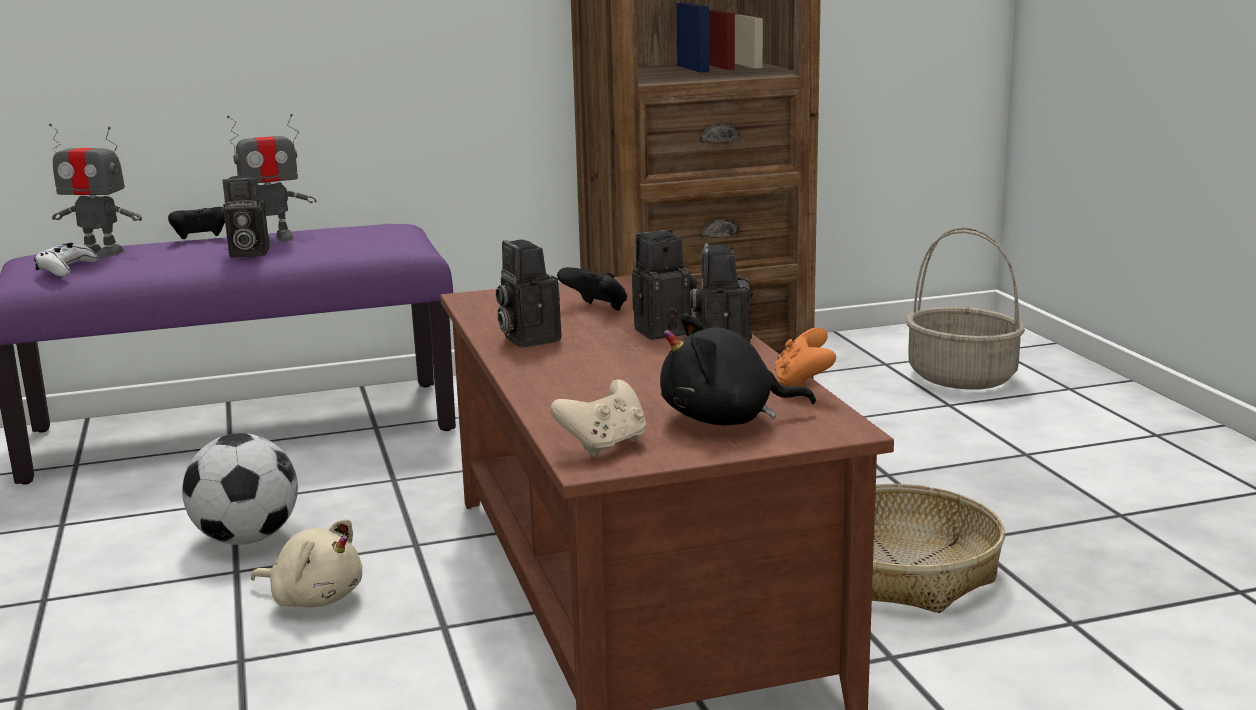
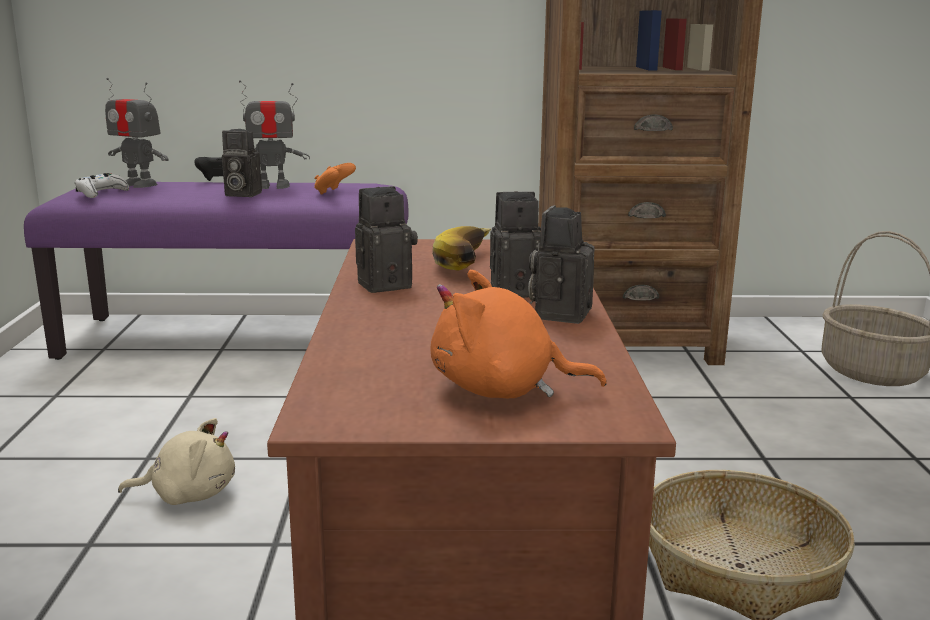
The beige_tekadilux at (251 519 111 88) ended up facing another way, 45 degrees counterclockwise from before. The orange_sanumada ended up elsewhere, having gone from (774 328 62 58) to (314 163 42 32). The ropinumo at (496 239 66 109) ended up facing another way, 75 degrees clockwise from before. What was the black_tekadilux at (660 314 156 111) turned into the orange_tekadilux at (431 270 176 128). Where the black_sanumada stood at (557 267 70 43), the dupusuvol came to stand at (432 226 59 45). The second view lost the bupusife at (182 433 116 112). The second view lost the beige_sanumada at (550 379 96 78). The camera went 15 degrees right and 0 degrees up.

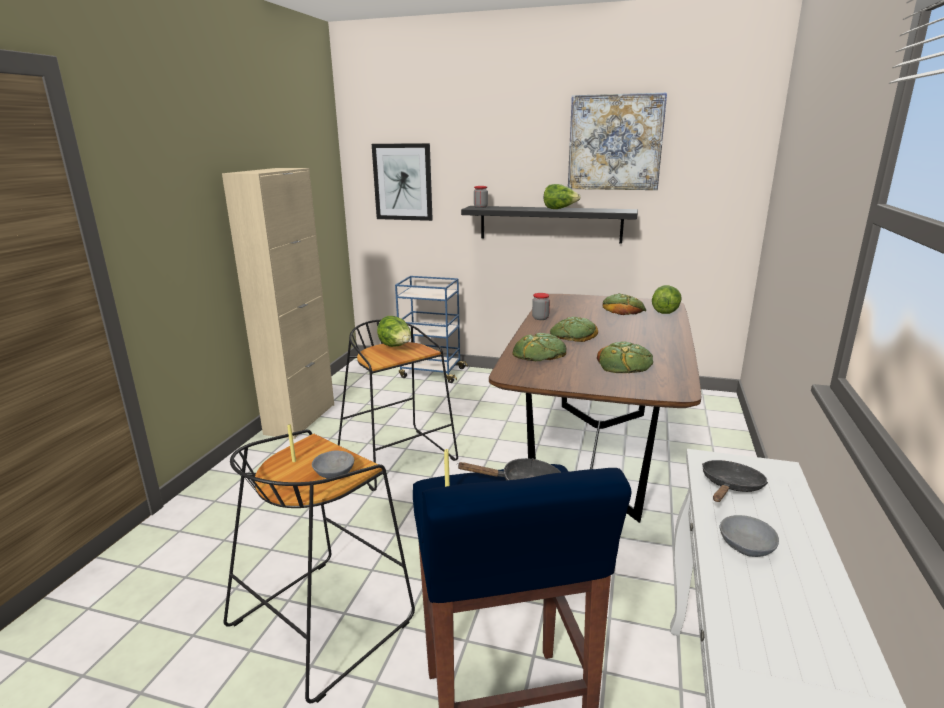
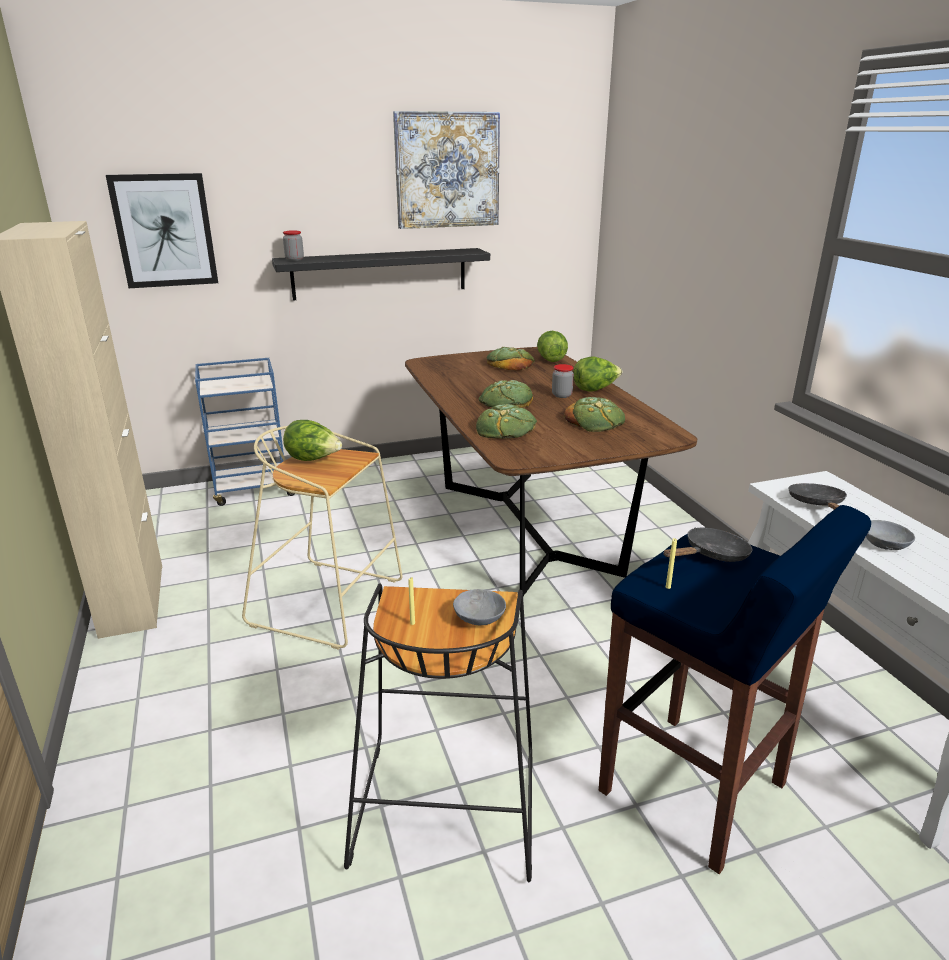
What was the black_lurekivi at (338 320 120 171) turned into the beige_lurekivi at (242 426 161 224). The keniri ended up elsewhere, having gone from (532 293 18 27) to (552 364 22 34). The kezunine ended up elsewhere, having gone from (544 184 37 25) to (573 356 49 36). The camera went 35 degrees left and 5 degrees up.

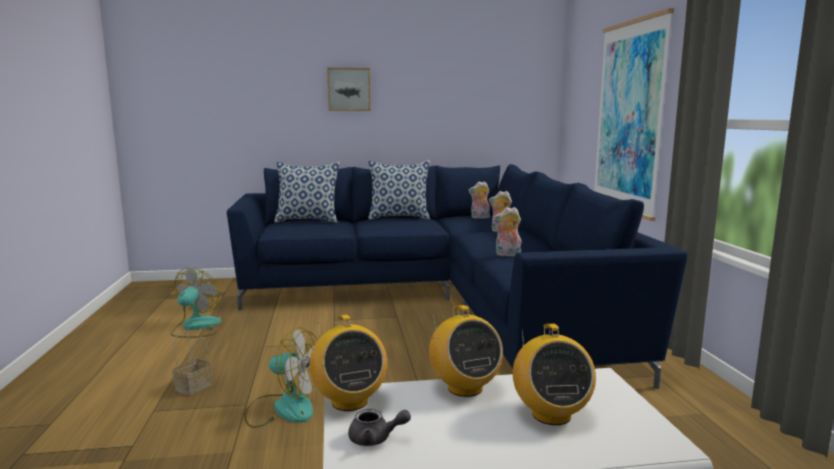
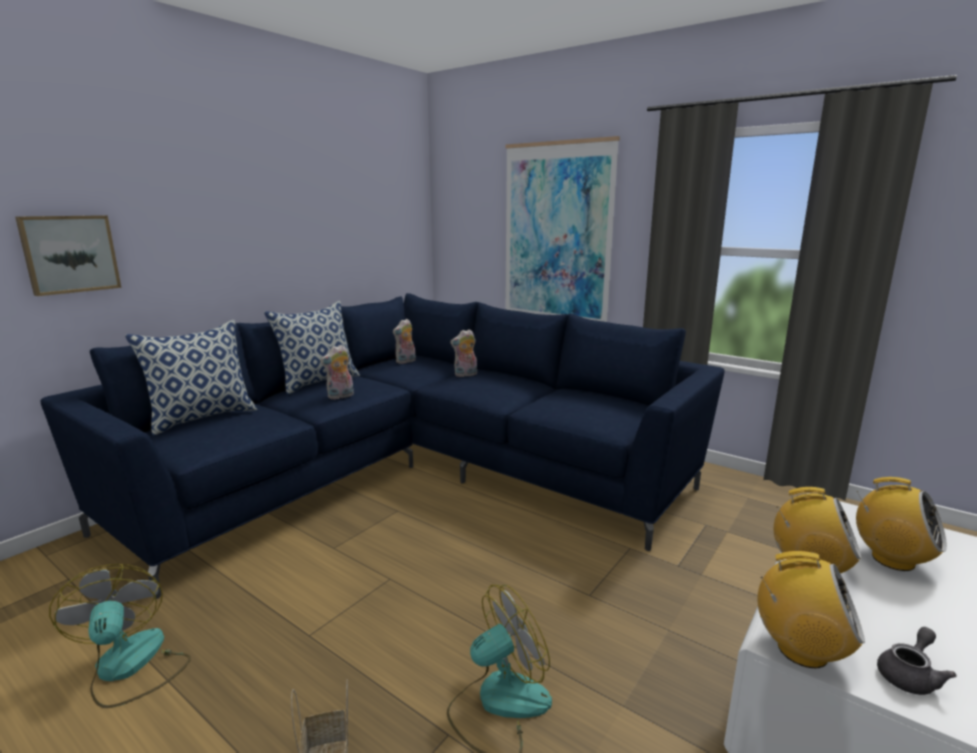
The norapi ended up elsewhere, having gone from (327 68 43 43) to (15 215 106 81). The tekadilux ended up elsewhere, having gone from (493 207 28 49) to (320 345 34 54). The camera went 45 degrees left and 5 degrees up.

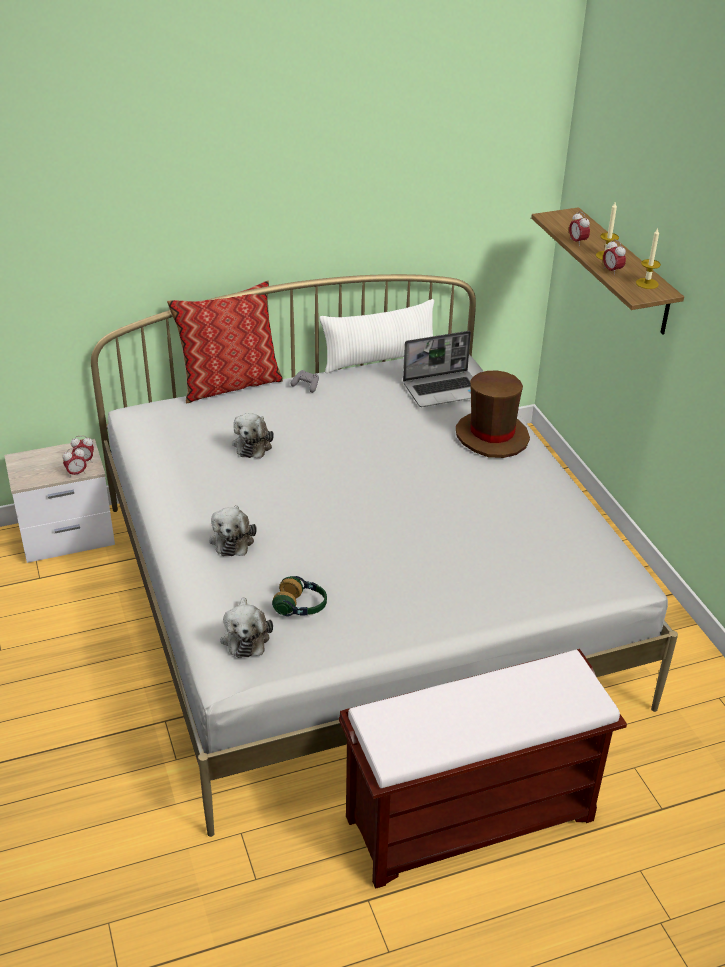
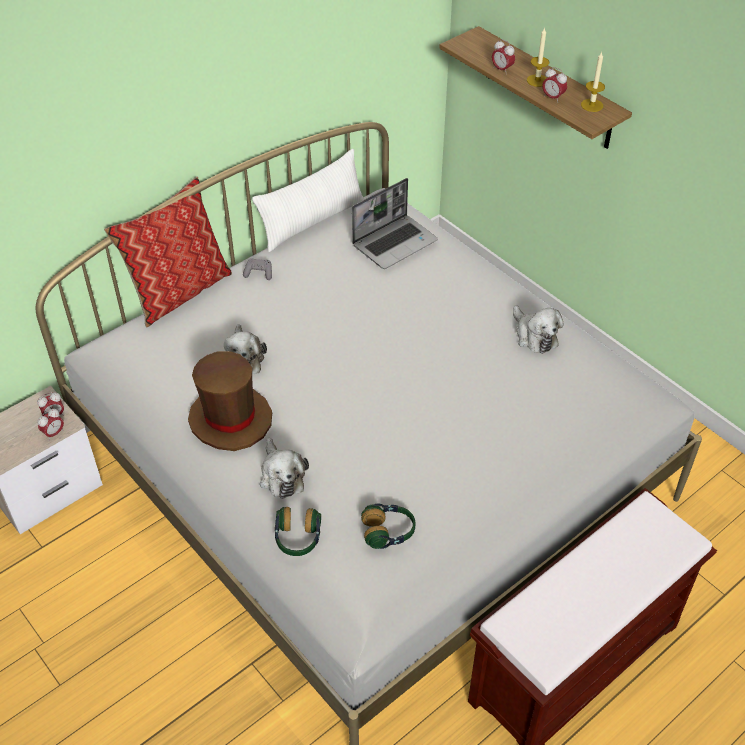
The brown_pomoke ended up elsewhere, having gone from (456 370 74 88) to (188 351 84 100). The second view gained the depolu at (275 507 46 49). The tekadilux ended up elsewhere, having gone from (220 597 53 61) to (513 305 50 49). The camera went 20 degrees left and 10 degrees up.

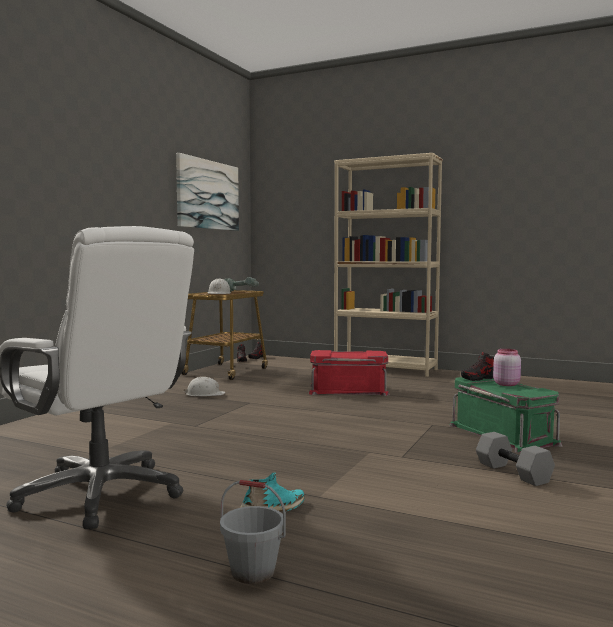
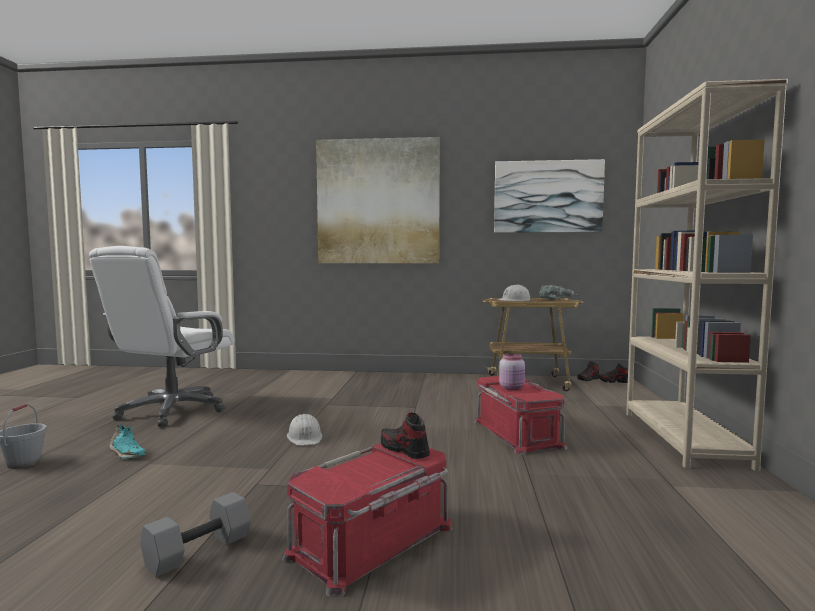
What was the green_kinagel at (449 377 113 76) turned into the red_kinagel at (282 443 171 154). The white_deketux ended up elsewhere, having gone from (184 377 41 19) to (287 414 35 32). The second view gained the norapi at (316 137 124 126). The pink_keniri ended up elsewhere, having gone from (493 349 28 37) to (499 353 26 37). The camera went 70 degrees right and 0 degrees up.

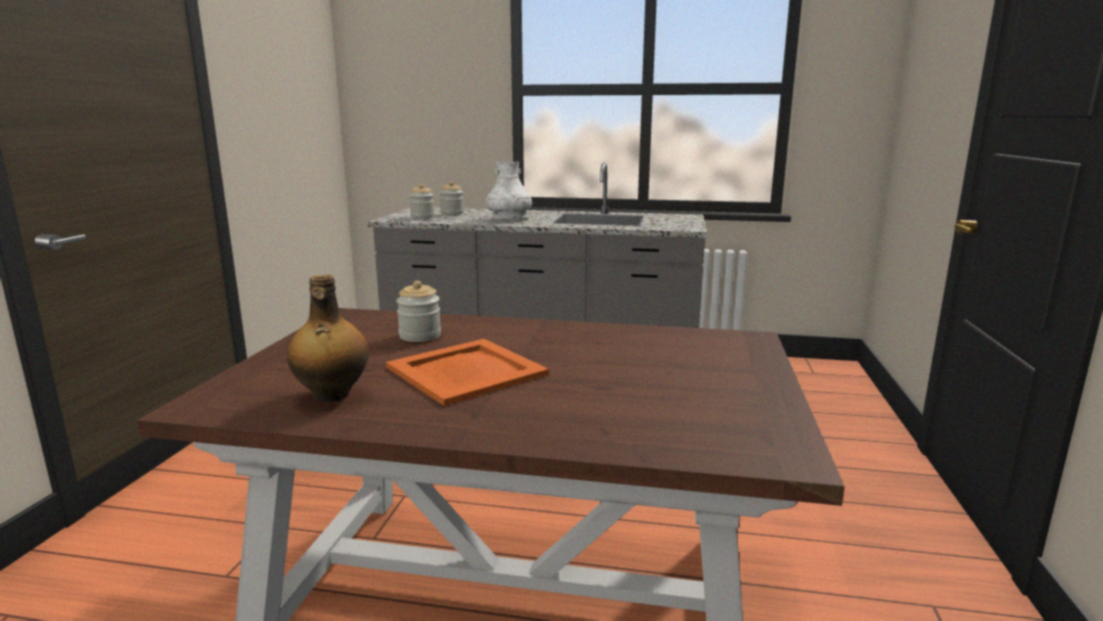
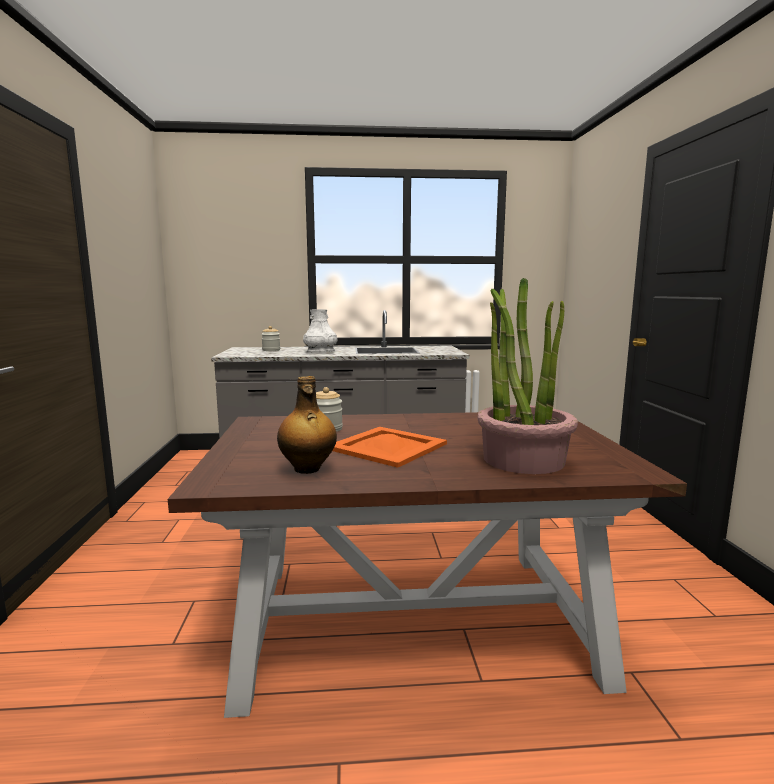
The second view gained the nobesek at (477 278 101 196). The second view lost the keniri at (409 184 26 35). The camera went 15 degrees left and 5 degrees down.

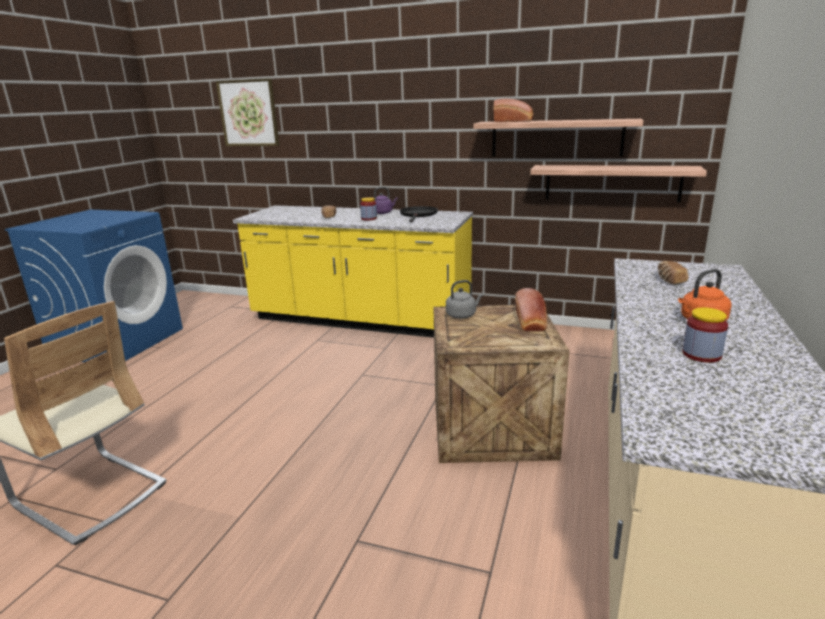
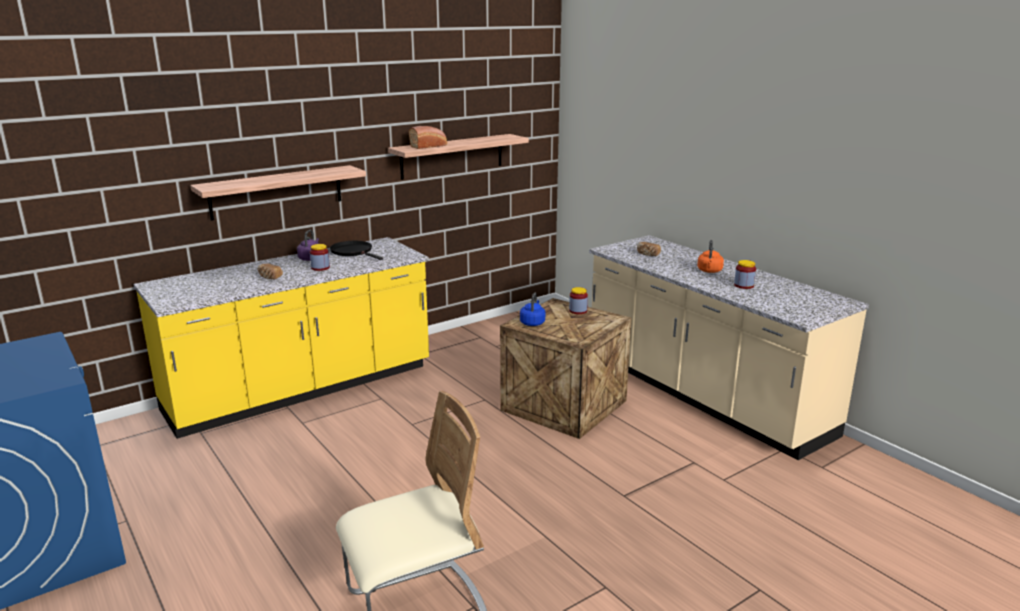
The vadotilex ended up elsewhere, having gone from (530 165 177 37) to (190 165 176 56). What was the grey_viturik at (446 280 37 39) turned into the blue_viturik at (520 293 25 33). Where the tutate stood at (515 288 32 44), the keniri came to stand at (569 287 19 27). The second view lost the norapi at (216 79 63 67). The camera went 55 degrees left and 0 degrees up.

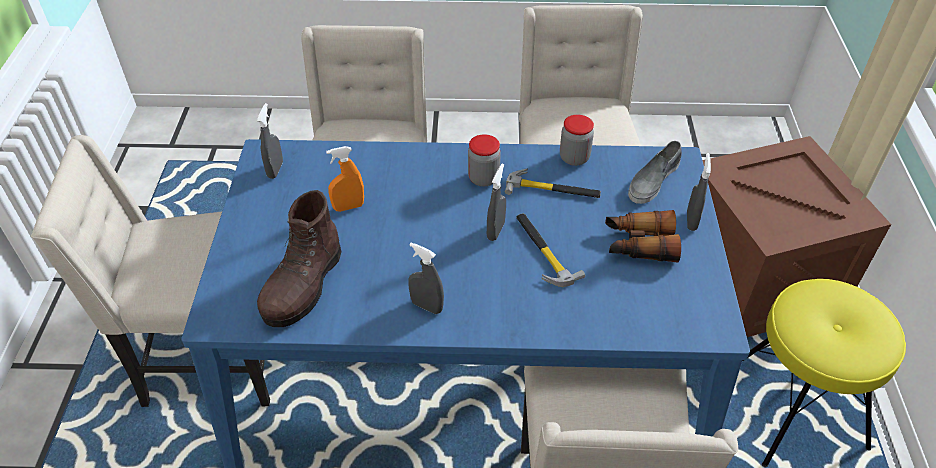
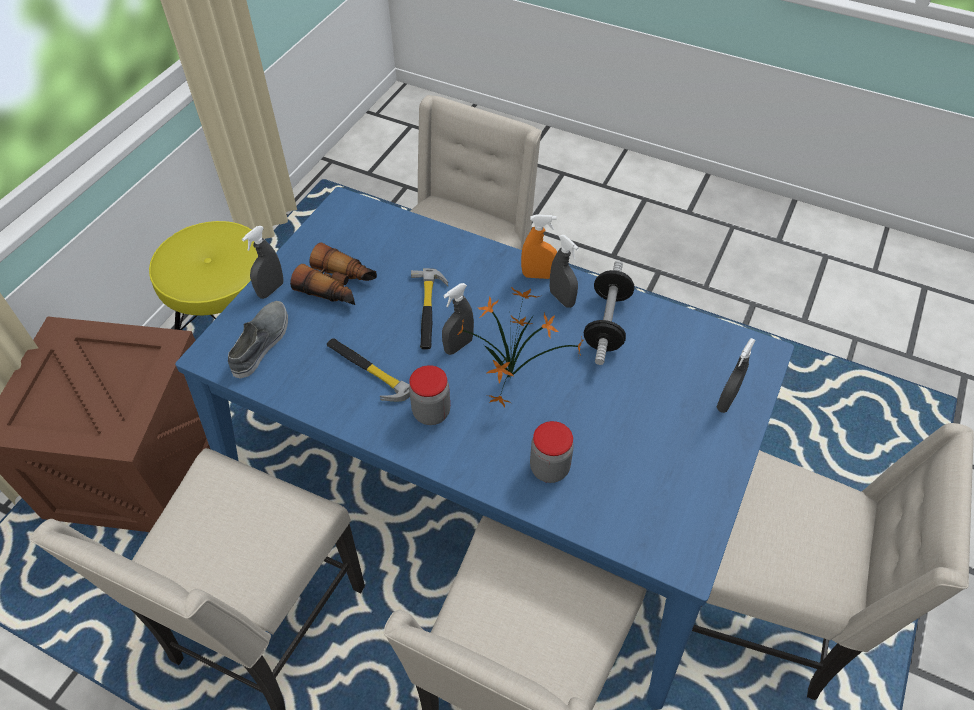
The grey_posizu at (628 141 54 63) ended up facing another way, 45 degrees counterclockwise from before. The second view gained the nobesek at (457 287 127 120). The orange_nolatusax ended up elsewhere, having gone from (326 146 38 66) to (521 214 36 65). The keniri ended up elsewhere, having gone from (560 115 34 51) to (530 421 44 62). The second view gained the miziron at (584 260 50 105). The grey_nolatusax ended up elsewhere, having gone from (257 103 26 76) to (717 338 39 75). The second view lost the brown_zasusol at (257 190 84 137). The camera went 155 degrees left and 5 degrees up.

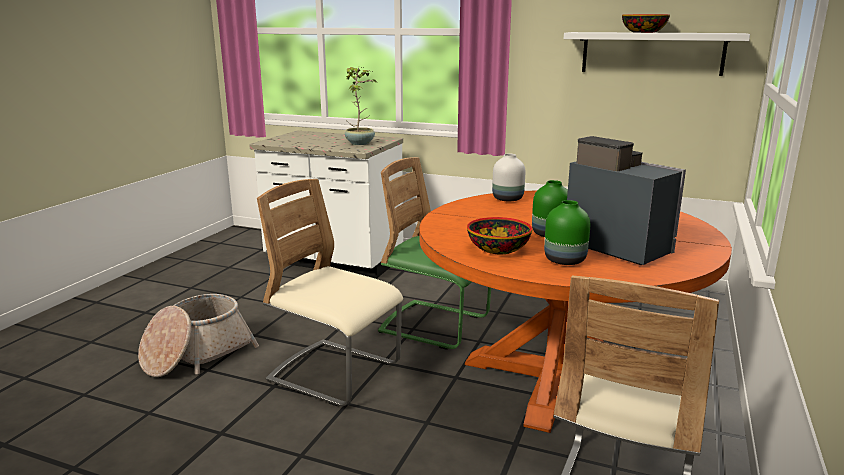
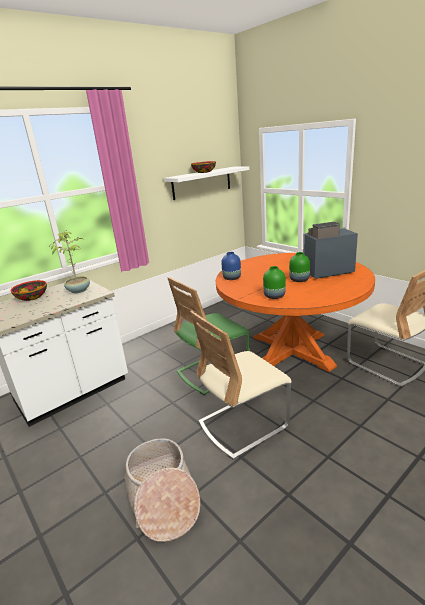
The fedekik ended up elsewhere, having gone from (467 217 65 37) to (11 280 36 21). What was the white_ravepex at (492 154 33 47) turned into the blue_ravepex at (221 252 20 28). The green_ravepex ended up elsewhere, having gone from (544 200 46 65) to (263 266 23 33). The camera went 60 degrees left and 5 degrees up.

